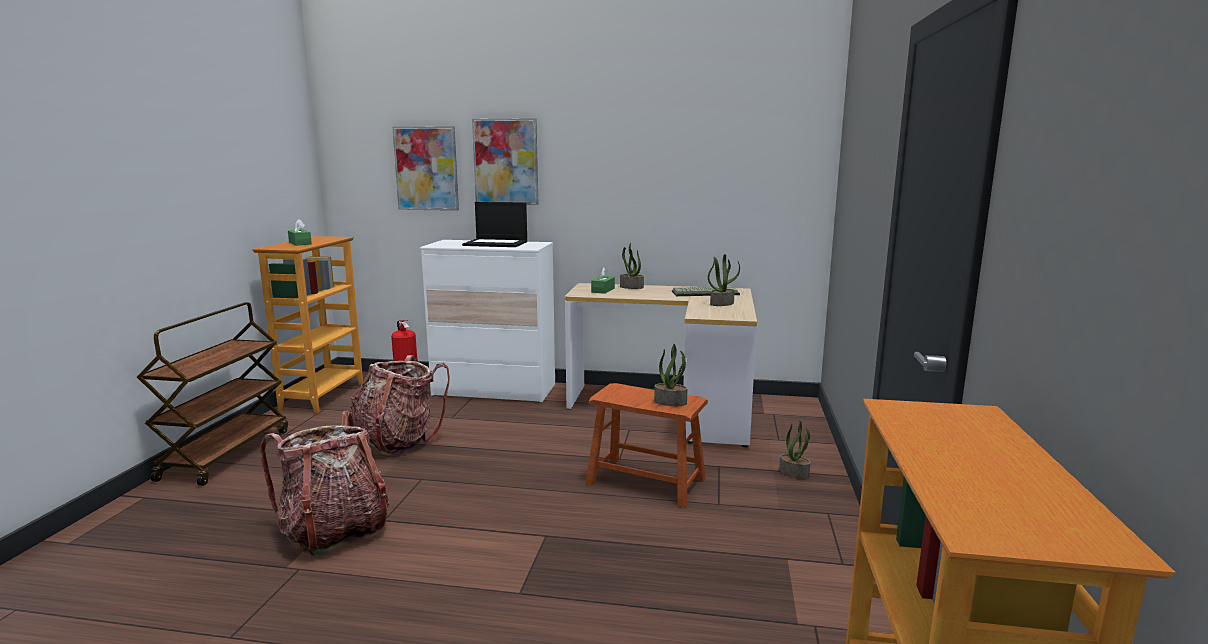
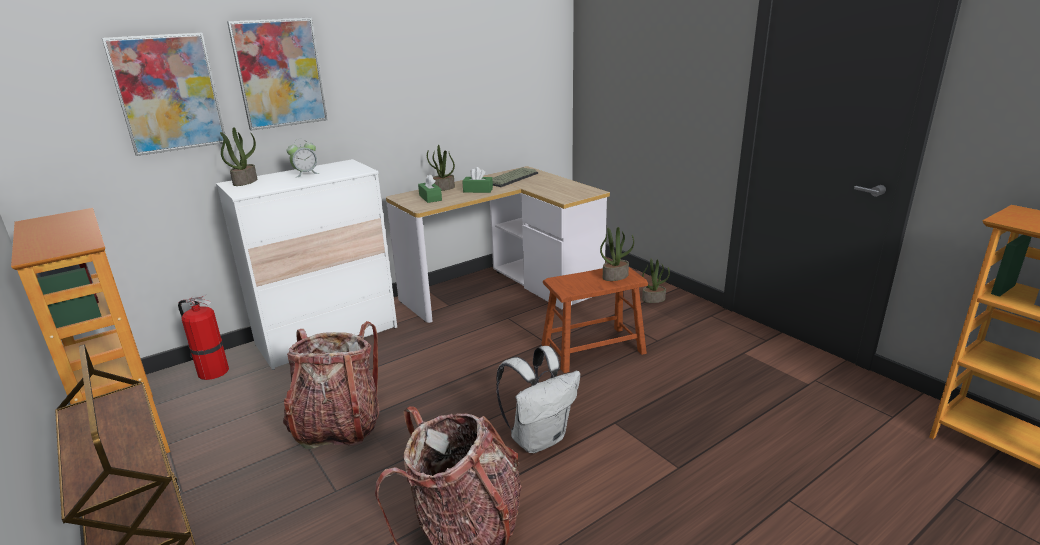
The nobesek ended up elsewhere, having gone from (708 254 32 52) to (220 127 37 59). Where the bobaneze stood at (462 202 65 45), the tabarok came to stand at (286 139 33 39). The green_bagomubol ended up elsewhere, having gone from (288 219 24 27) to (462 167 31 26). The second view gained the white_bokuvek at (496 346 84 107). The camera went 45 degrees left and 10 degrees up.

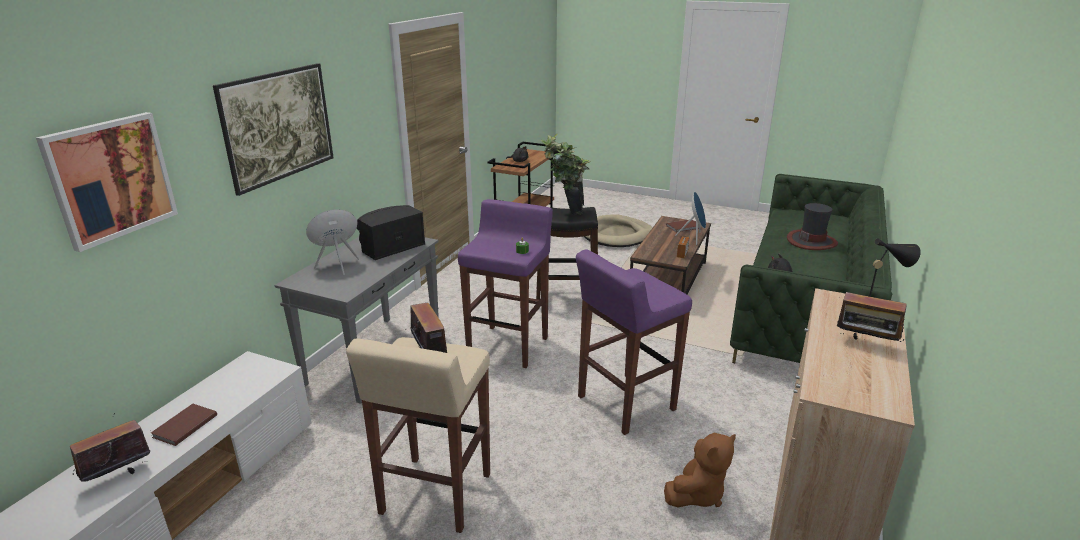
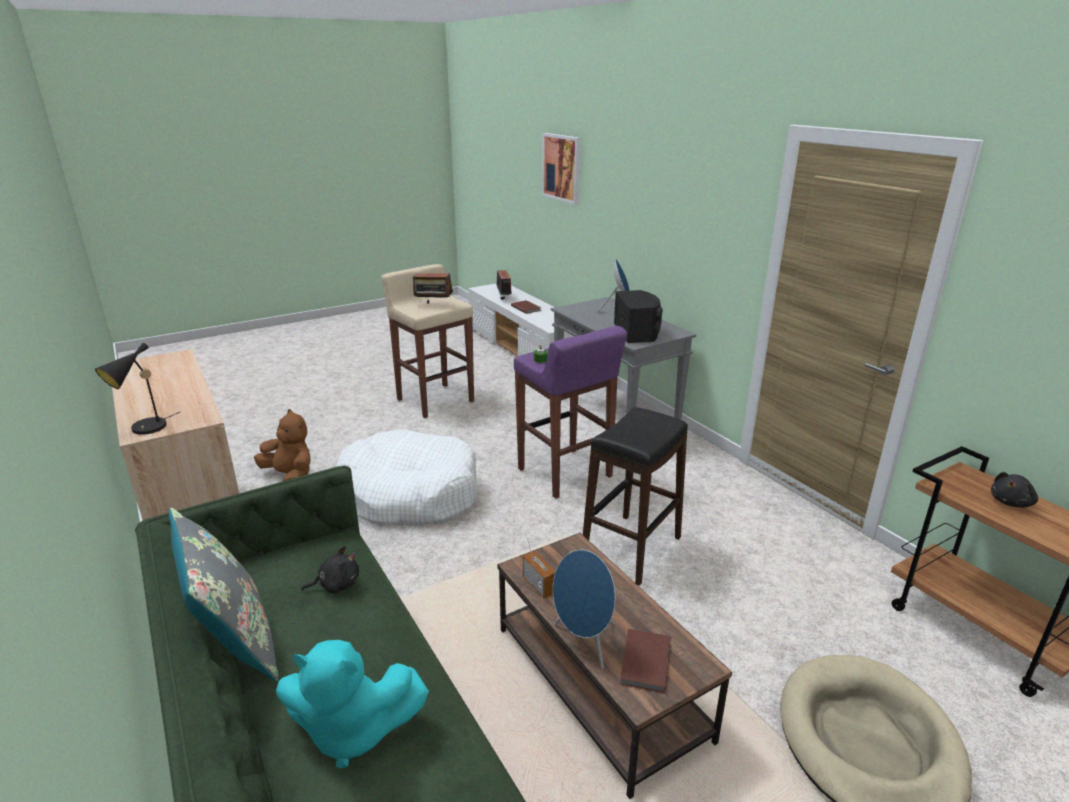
The second view gained the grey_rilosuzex at (169 508 109 173). The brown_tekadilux at (664 433 72 75) ended up facing another way, 135 degrees clockwise from before. Where the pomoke stood at (787 203 51 47), the turquoise_tekadilux came to stand at (276 640 153 128). Where the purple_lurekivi stood at (576 249 116 186), the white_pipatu came to stand at (335 429 143 96). The second view lost the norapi at (213 63 121 133). The second view lost the nobesek at (540 134 51 81). The second view lost the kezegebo at (837 288 70 54). The camera went 125 degrees right and 0 degrees up.

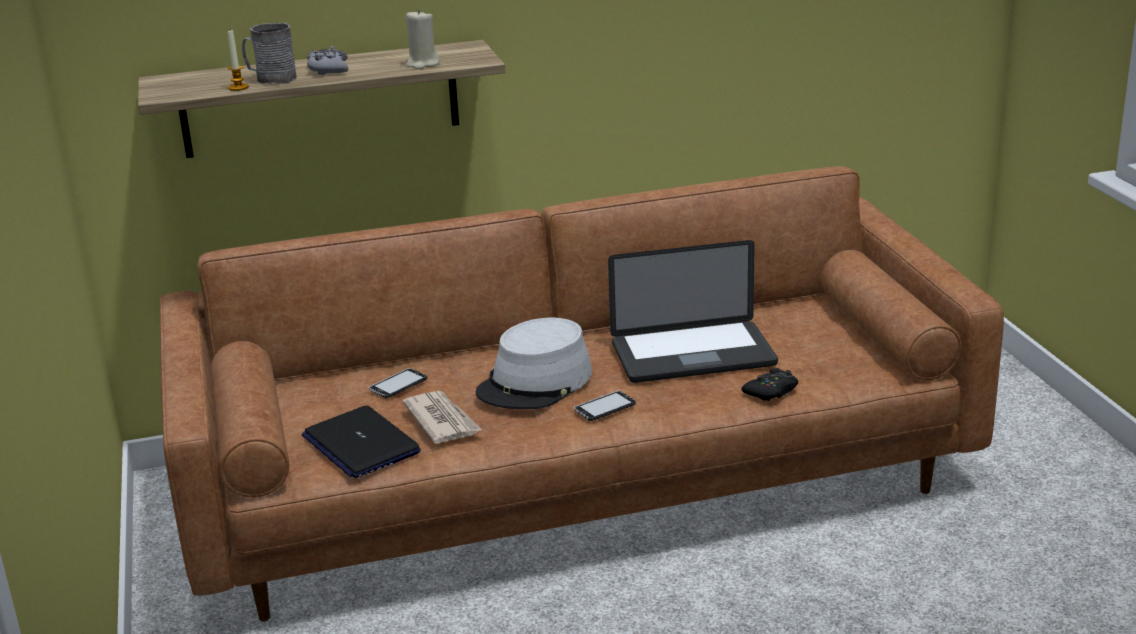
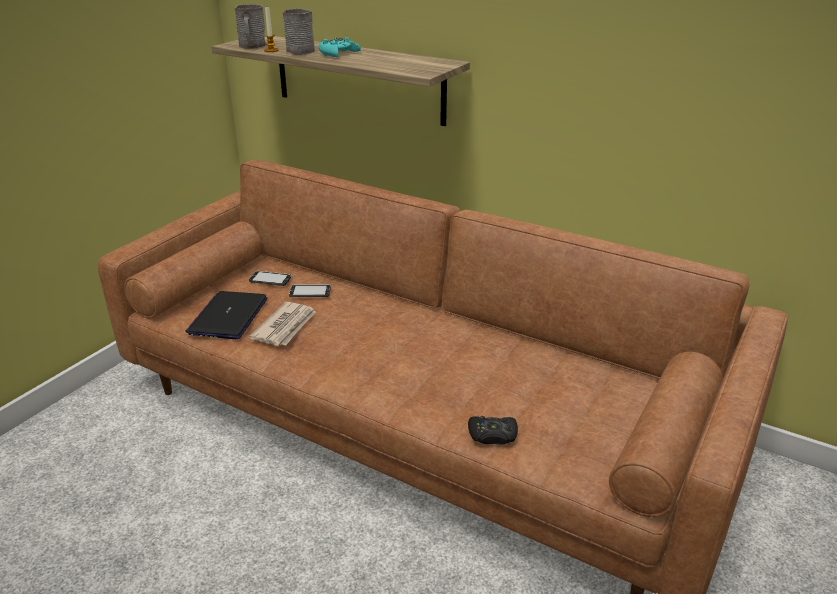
The second view gained the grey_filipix at (234 4 32 45). The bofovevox ended up elsewhere, having gone from (574 391 62 30) to (249 271 42 15). What was the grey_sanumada at (307 46 42 29) turned into the turquoise_sanumada at (318 37 43 20). The second view lost the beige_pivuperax at (406 9 34 60). The second view lost the grey_pomoke at (476 318 116 91). The second view lost the bobaneze at (608 240 170 143). The camera went 45 degrees right and 5 degrees up.

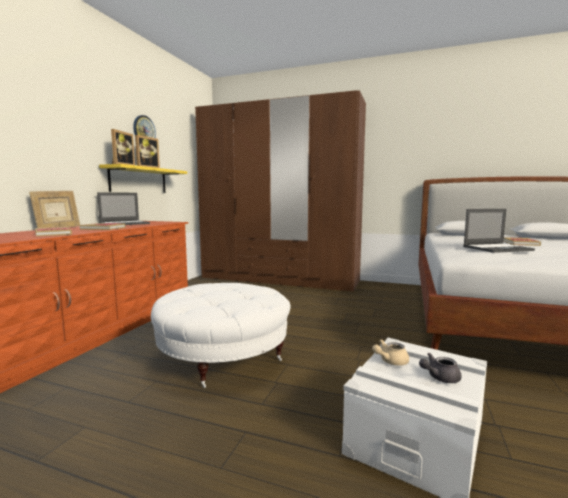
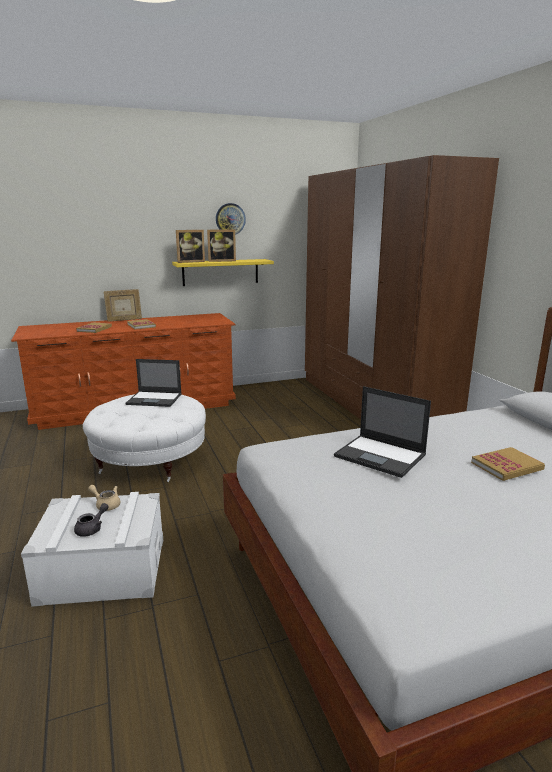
The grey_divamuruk at (419 353 43 30) ended up facing another way, 90 degrees clockwise from before. The bobaneze ended up elsewhere, having gone from (97 192 53 33) to (126 359 56 48). The camera went 50 degrees right and 10 degrees up.

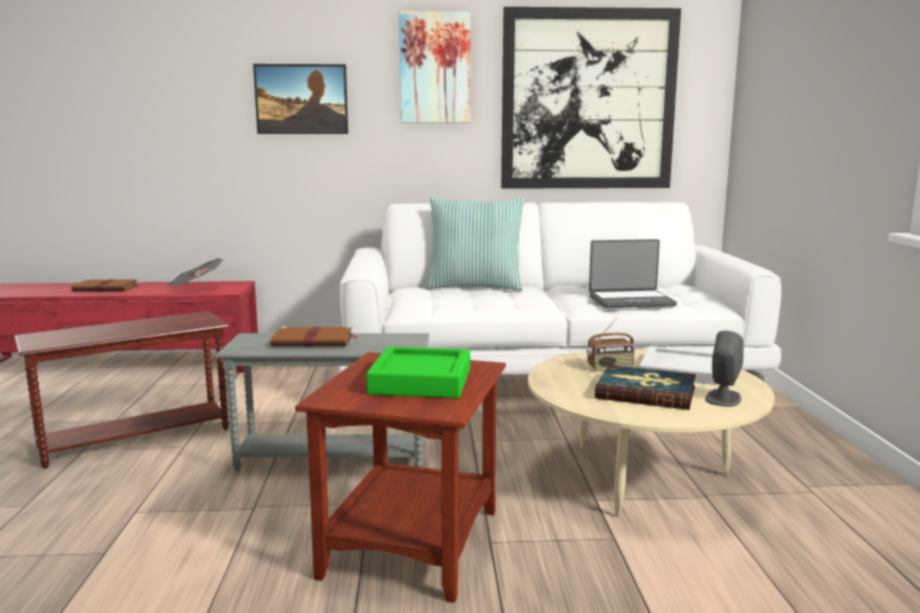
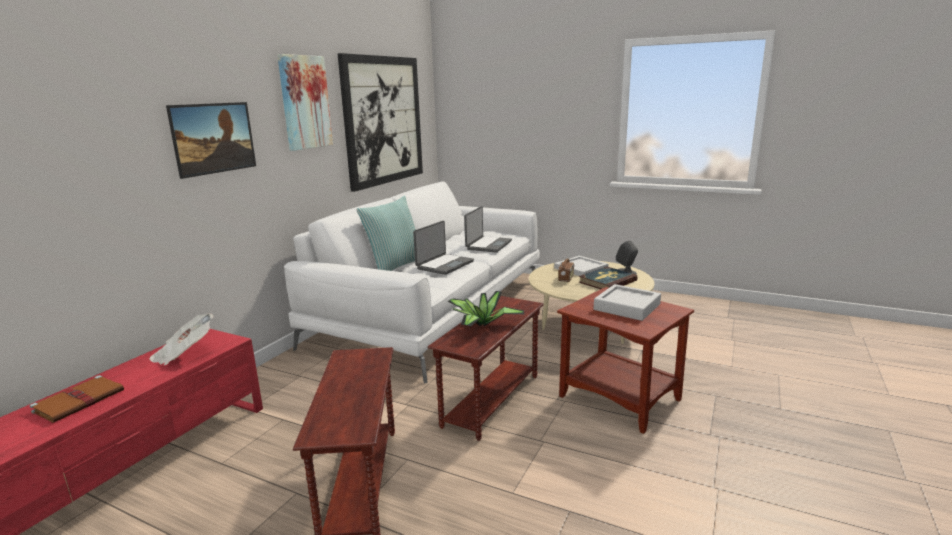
The second view gained the bobaneze at (413 221 61 54). What was the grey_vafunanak at (216 333 213 139) turned into the brown_vafunanak at (427 296 117 145). Where the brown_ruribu stood at (270 326 86 21), the nobesek came to stand at (447 291 77 36). What was the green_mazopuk at (366 347 104 51) turned into the grey_mazopuk at (594 284 67 37). The camera went 60 degrees left and 5 degrees up.

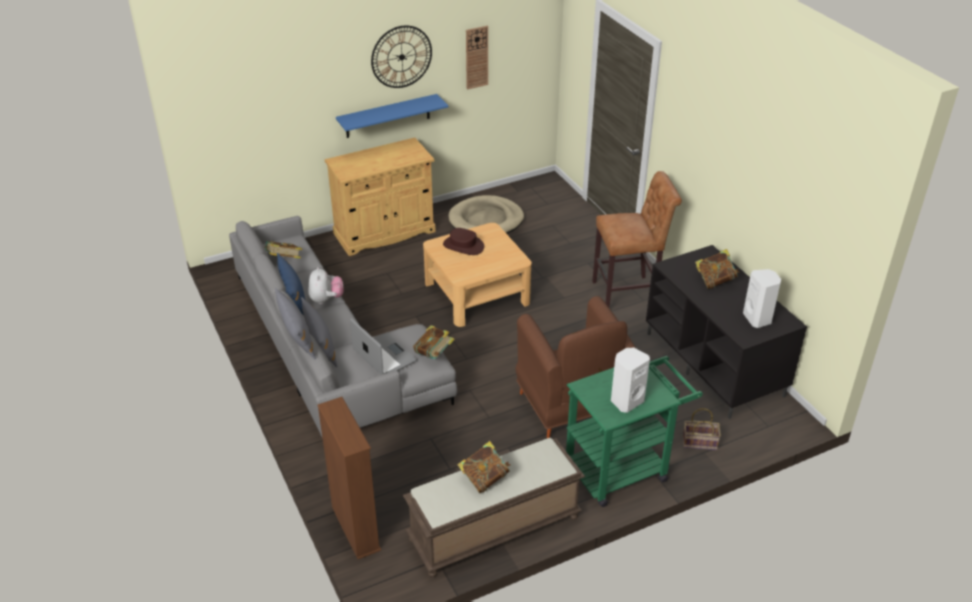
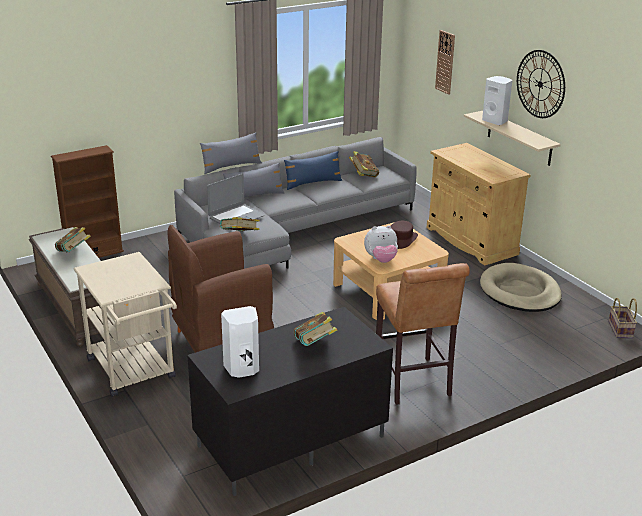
What was the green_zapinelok at (566 356 137 151) turned into the beige_zapinelok at (74 252 103 145). The tekadilux ended up elsewhere, having gone from (308 267 35 37) to (364 225 34 38). The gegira ended up elsewhere, having gone from (466 26 22 64) to (435 30 20 65). What was the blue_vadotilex at (336 94 112 44) turned into the beige_vadotilex at (464 111 97 55). The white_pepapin ended up elsewhere, having gone from (611 348 39 65) to (482 76 30 49). The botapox ended up elsewhere, having gone from (683 408 38 42) to (608 298 29 40). The camera went 85 degrees right and 10 degrees down.

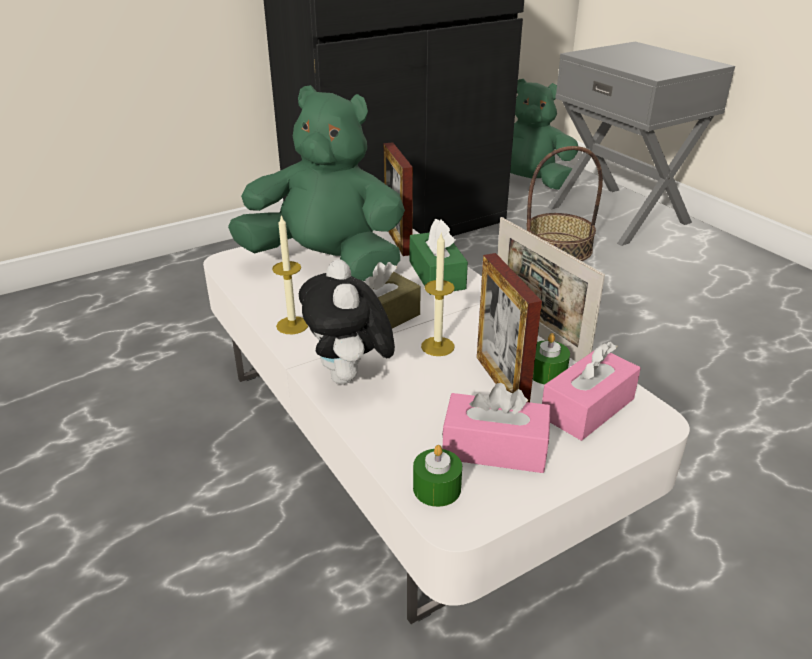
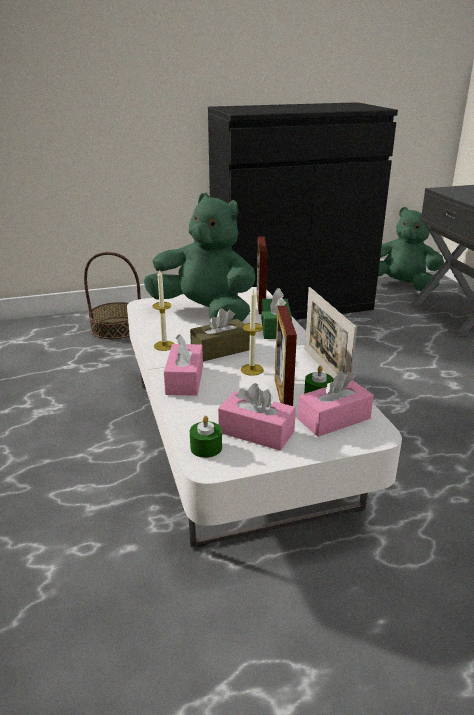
The botapox ended up elsewhere, having gone from (526 146 77 115) to (84 252 57 87). Where the tekadilux stood at (299 259 96 125), the pink_bagomubol came to stand at (164 334 39 62). The camera went 15 degrees right and 5 degrees down.

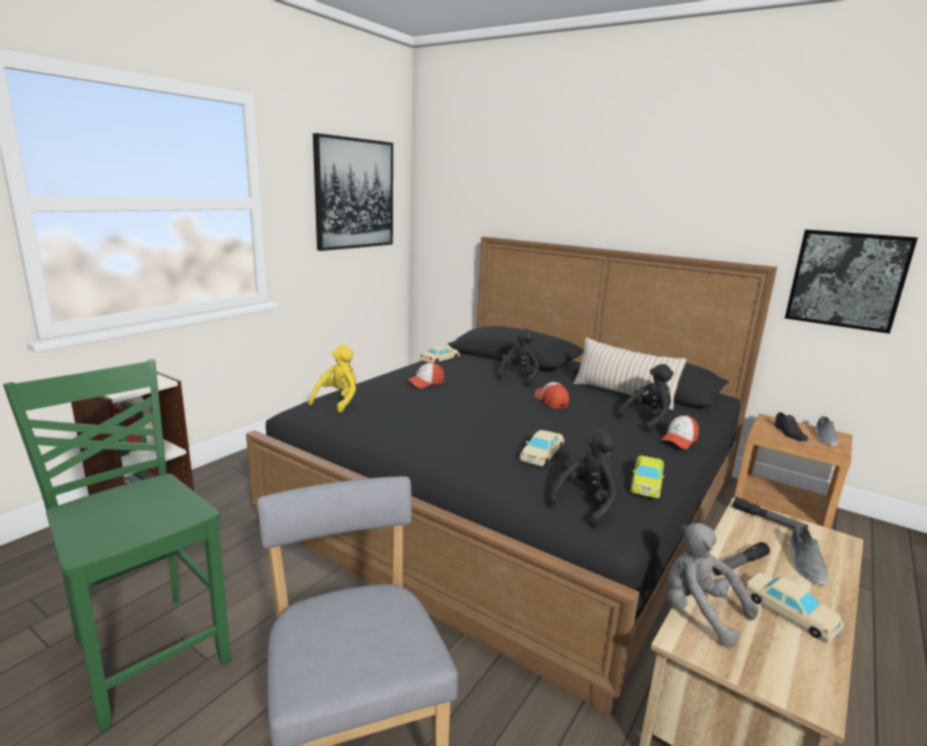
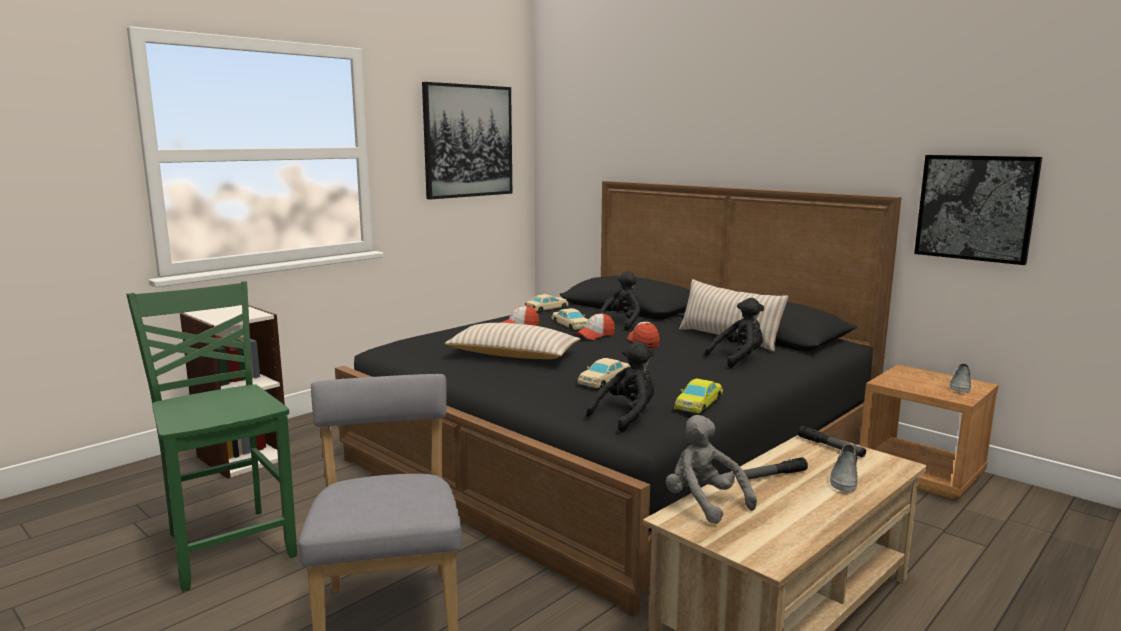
The second view gained the beige_rilosuzex at (445 323 135 36). The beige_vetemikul ended up elsewhere, having gone from (745 572 99 70) to (551 308 37 22). The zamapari ended up elsewhere, having gone from (660 415 39 34) to (575 313 40 27). The second view lost the yellow_tekadilux at (308 345 48 68). The second view lost the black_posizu at (774 412 34 29). The camera went 10 degrees right and 5 degrees down.

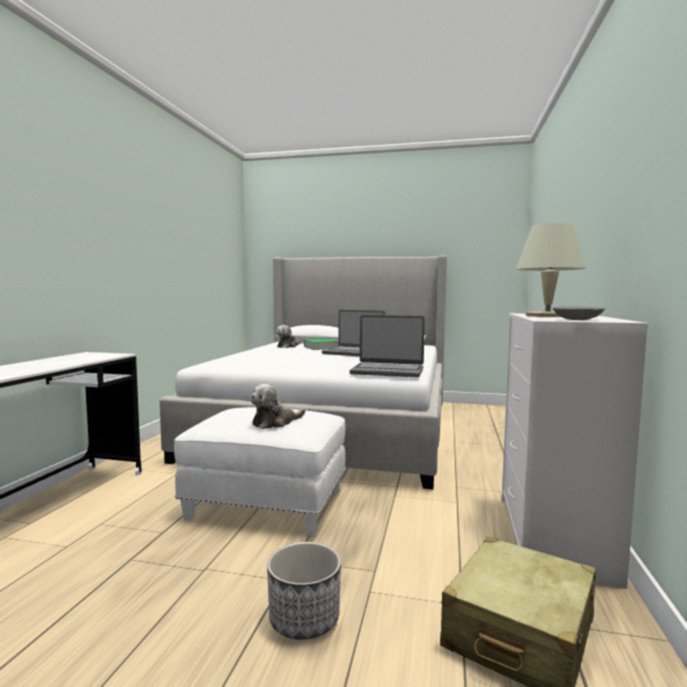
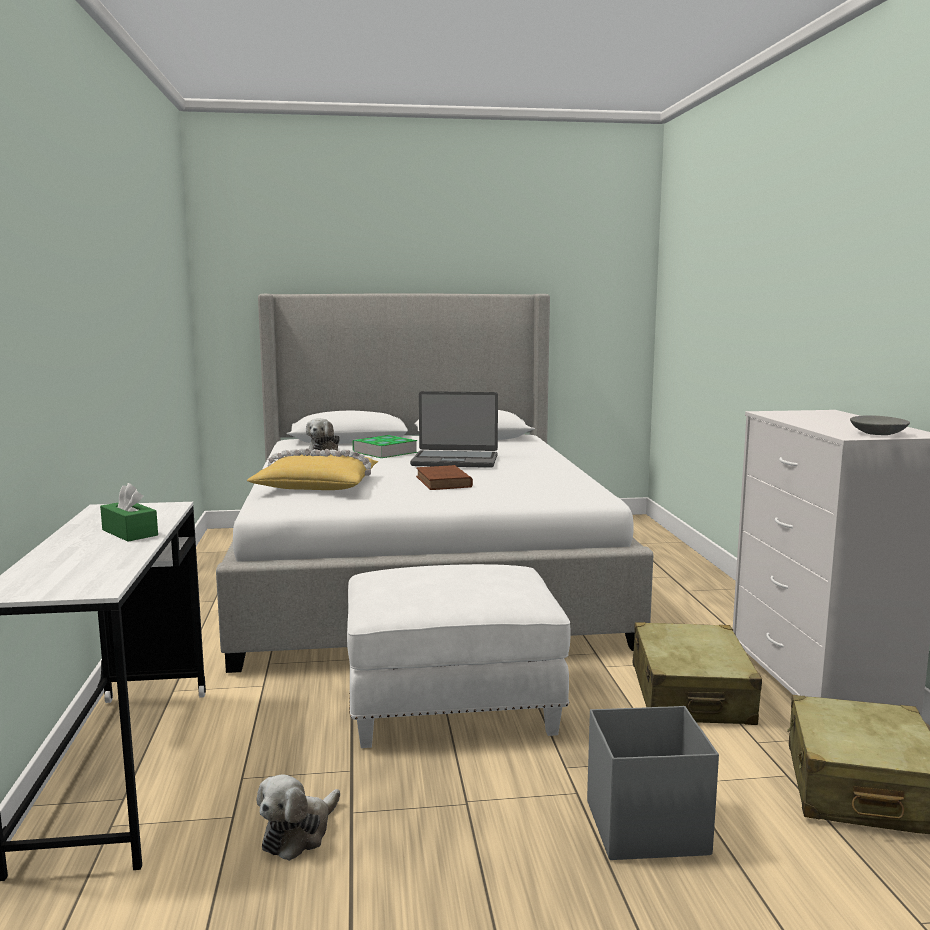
The second view gained the green_bagomubol at (100 483 58 59). The second view gained the yellow_rilosuzex at (247 448 131 42). The tekadilux ended up elsewhere, having gone from (250 384 55 45) to (257 775 83 86). The second view gained the brown_ruribu at (416 465 57 25). Where the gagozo stood at (267 542 74 98), the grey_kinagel came to stand at (587 706 132 154). The second view gained the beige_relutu at (632 622 130 103). The second view lost the bobaneze at (350 315 75 62). The second view lost the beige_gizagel at (516 223 70 94). The camera went 20 degrees left and 5 degrees up.

